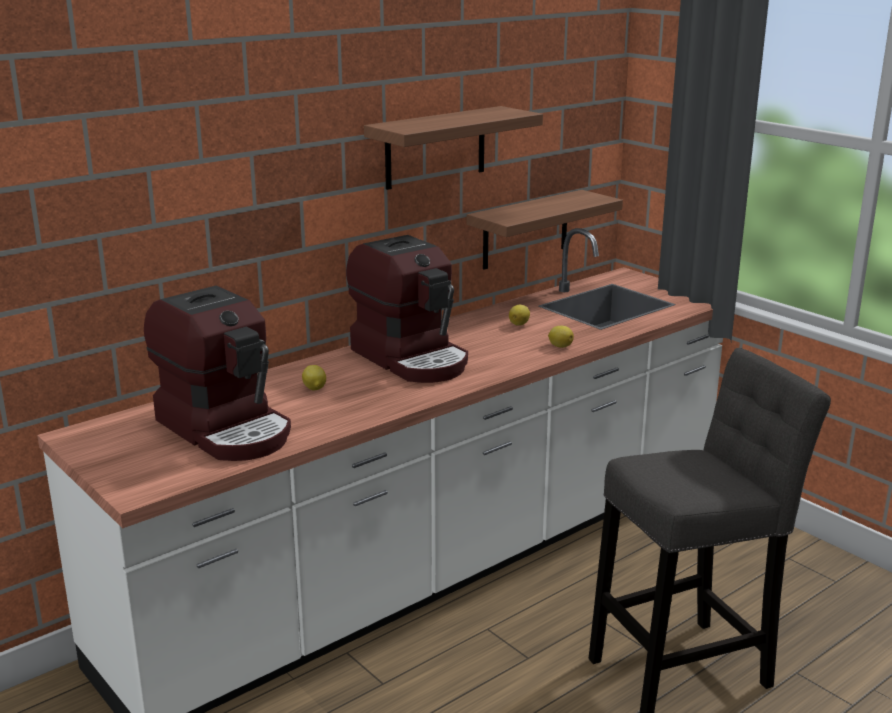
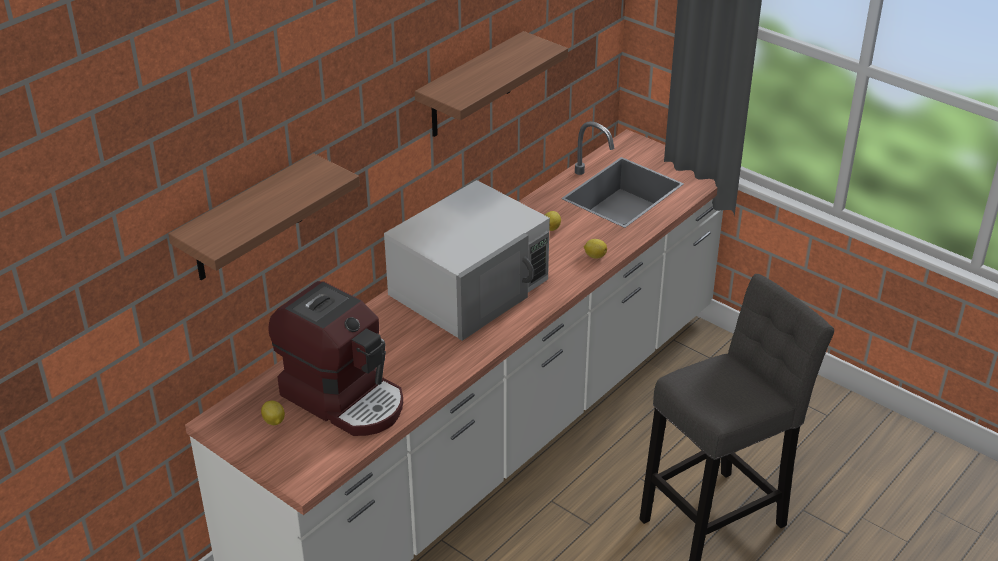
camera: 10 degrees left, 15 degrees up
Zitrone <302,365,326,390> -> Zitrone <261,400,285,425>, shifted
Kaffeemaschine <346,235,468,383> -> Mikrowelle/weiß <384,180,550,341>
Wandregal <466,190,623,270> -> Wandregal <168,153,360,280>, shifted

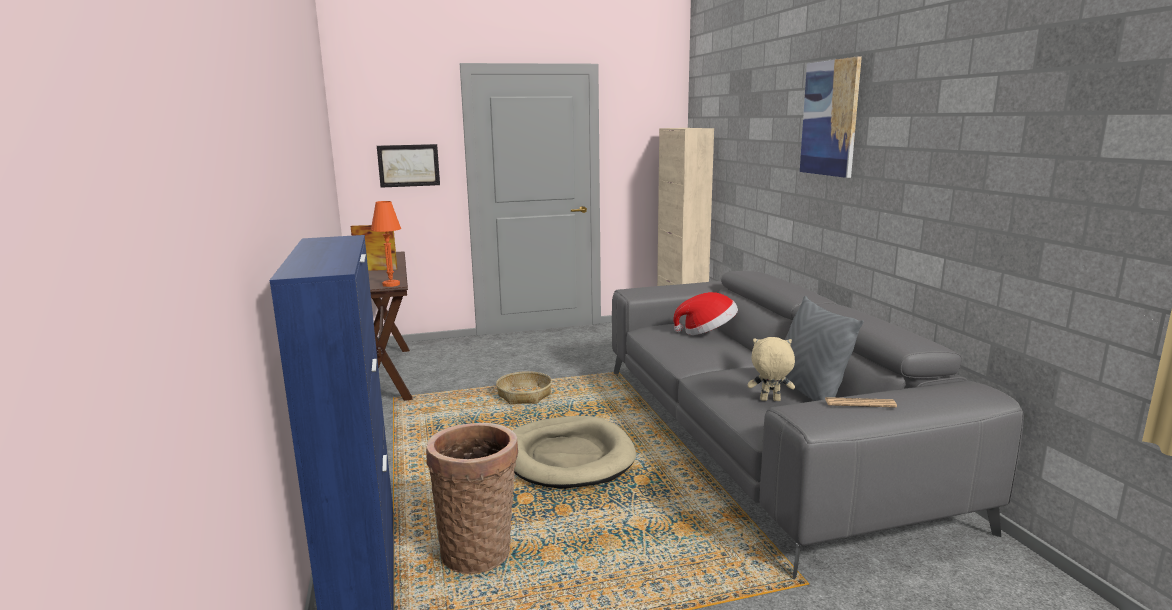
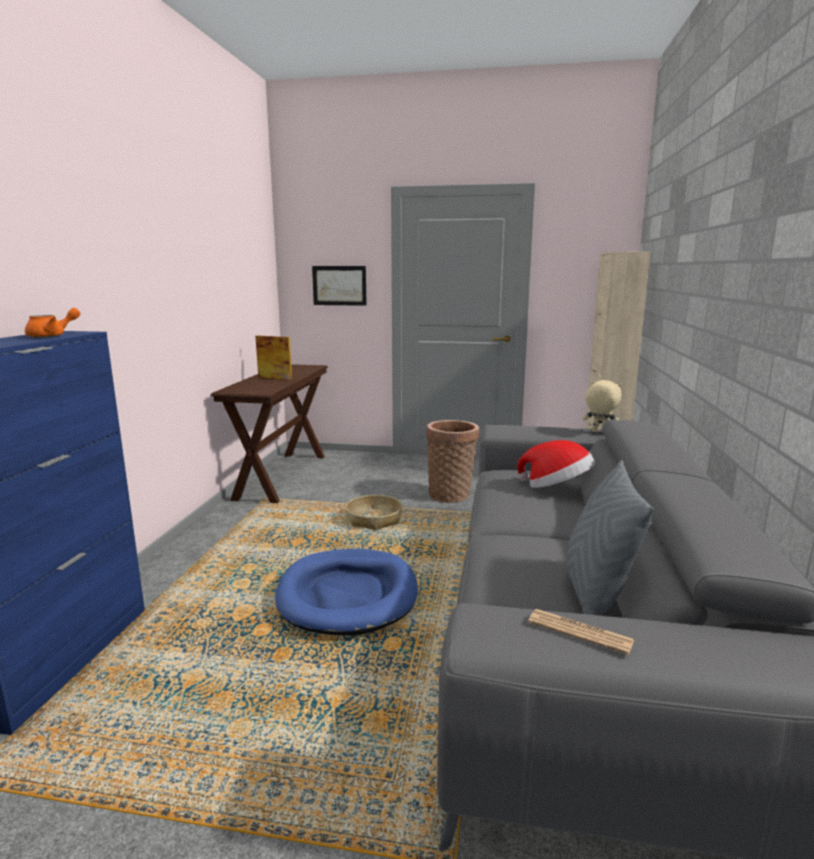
camera: 25 degrees right, 0 degrees up
Tischlampe/orange <371,201,401,287> -> none
Korb <426,423,518,574> -> Korb <426,420,479,503>, shifted
Hundebett/beige <513,416,636,489> -> Hundebett/blau <275,549,418,636>
Plüschtier/beige <747,337,795,401> -> Plüschtier/beige <582,380,622,432>, shifted
Bild <800,56,862,178> -> none
none -> Teekanne/orange <25,308,80,338>

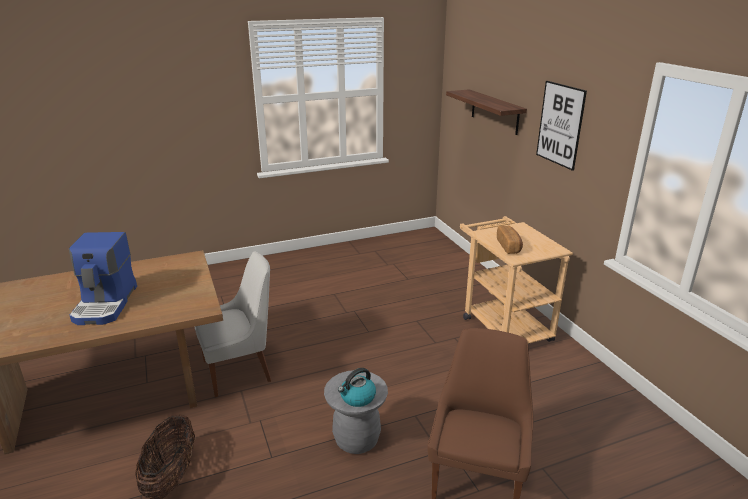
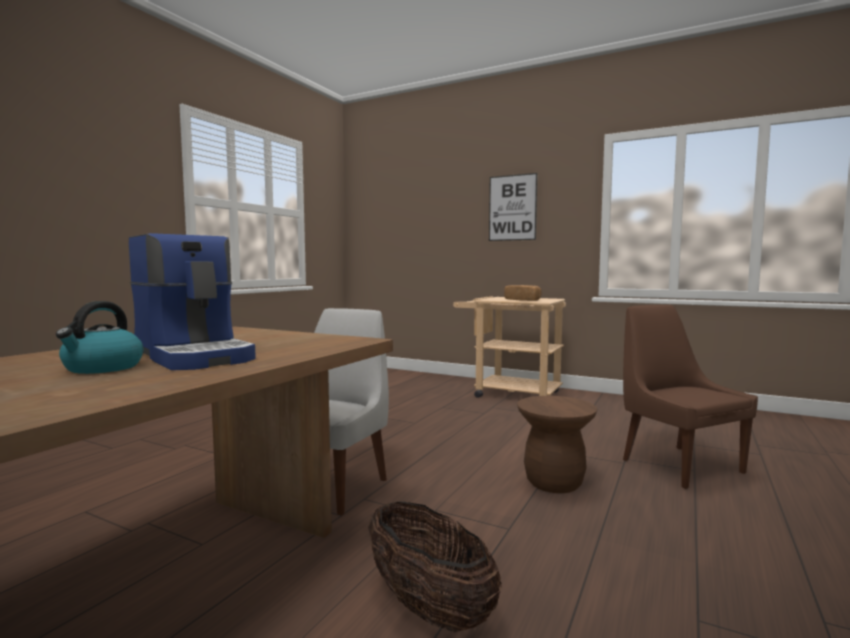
camera: 40 degrees left, 20 degrees down
Hocker/grau <324,370,388,454> -> Hocker/braun <517,396,597,493>
Wasserkessel <338,368,376,407> -> Wasserkessel <56,301,143,374>, shifted
Wandregal <446,89,527,135> -> none

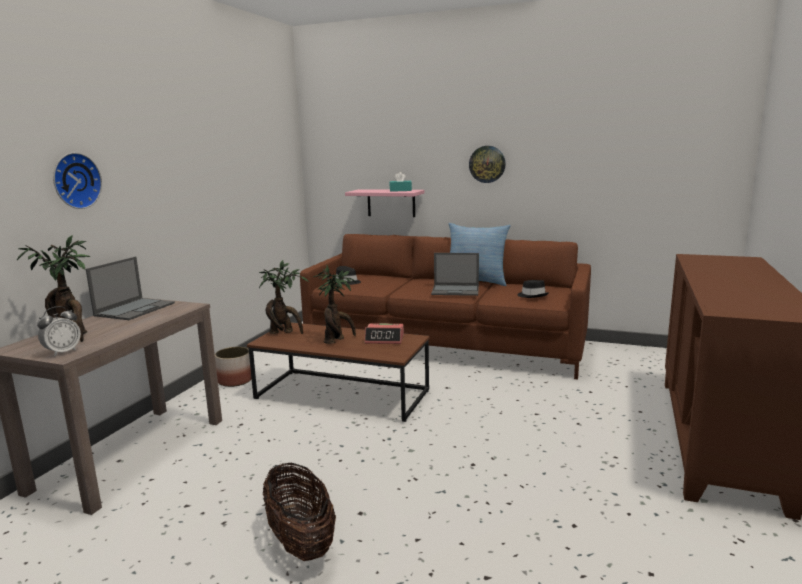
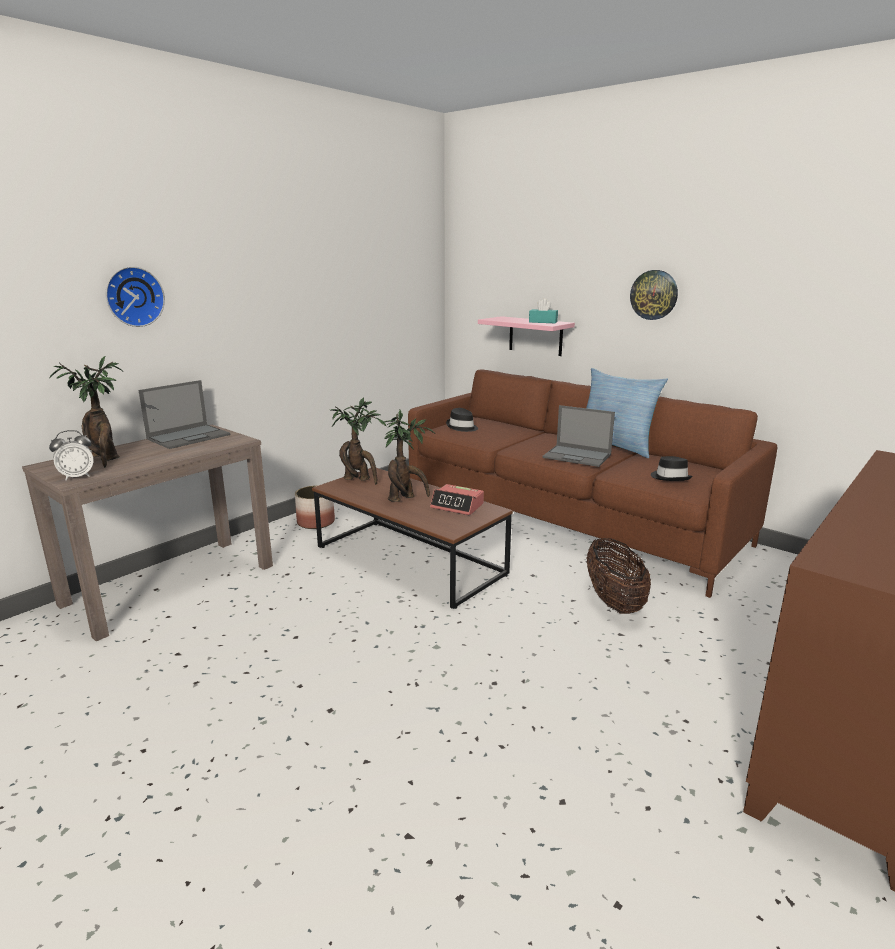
camera: 20 degrees right, 5 degrees up
Korb <263,463,336,561> -> Korb <586,538,651,614>, shifted

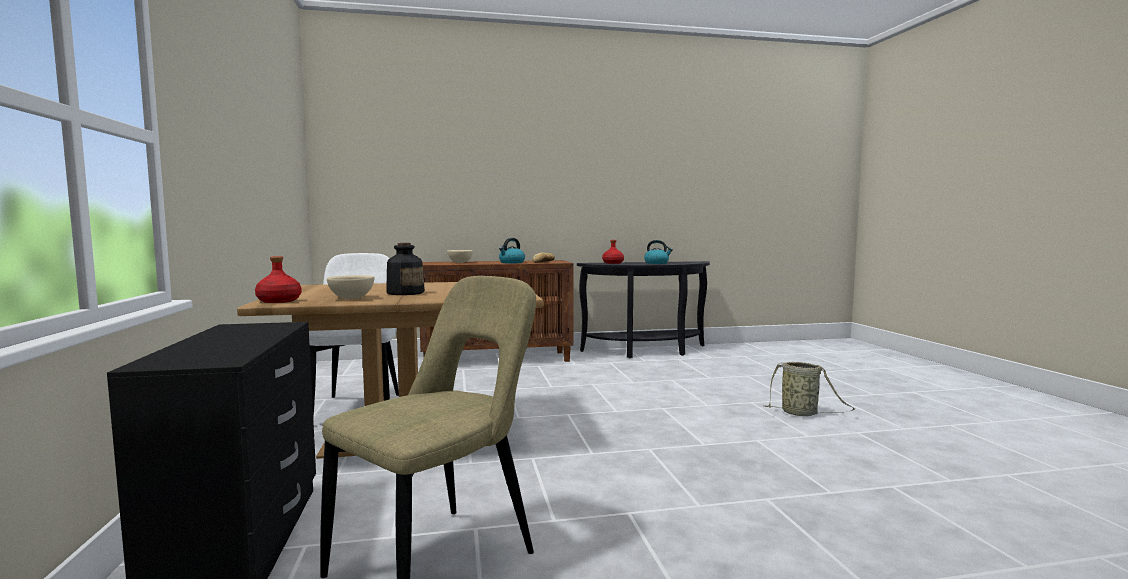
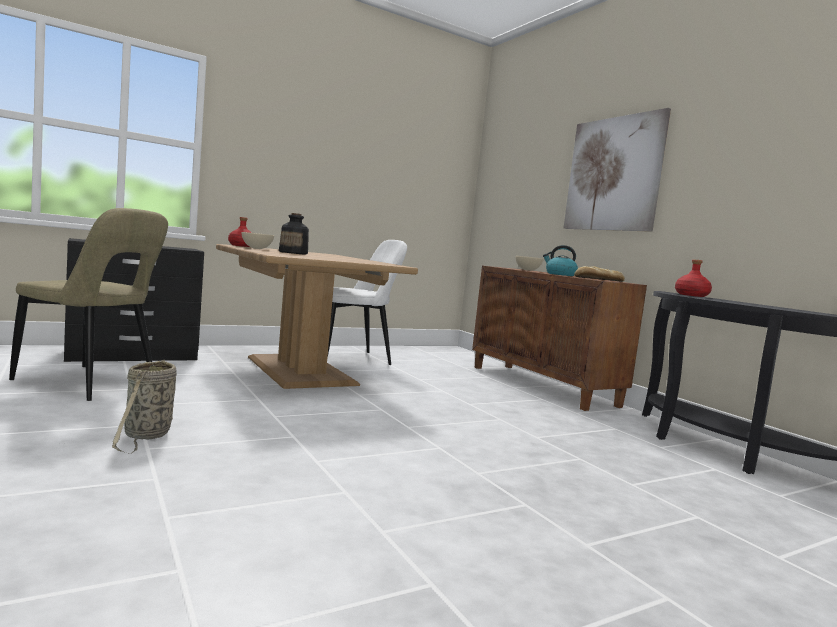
camera: 70 degrees right, 0 degrees up
Wasserkessel <644,240,672,264> -> none
Korb <766,362,855,416> -> Korb <112,359,177,453>, shifted
none -> Bild <563,108,671,232>

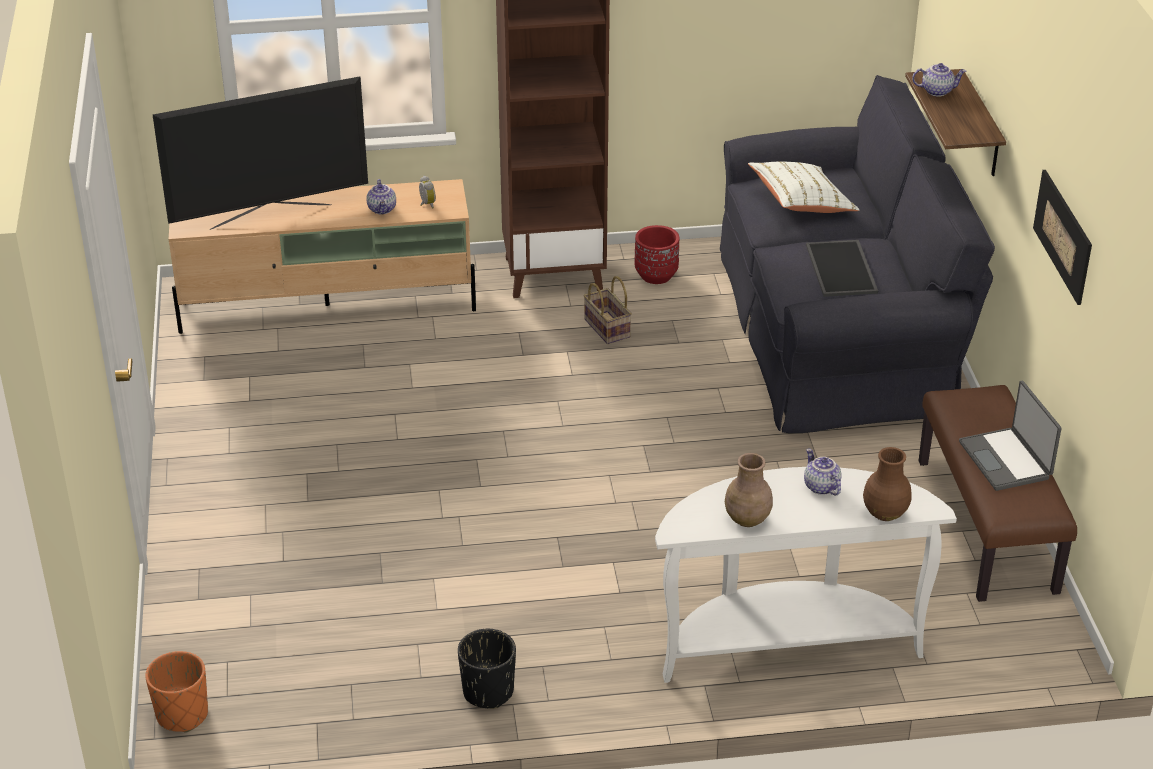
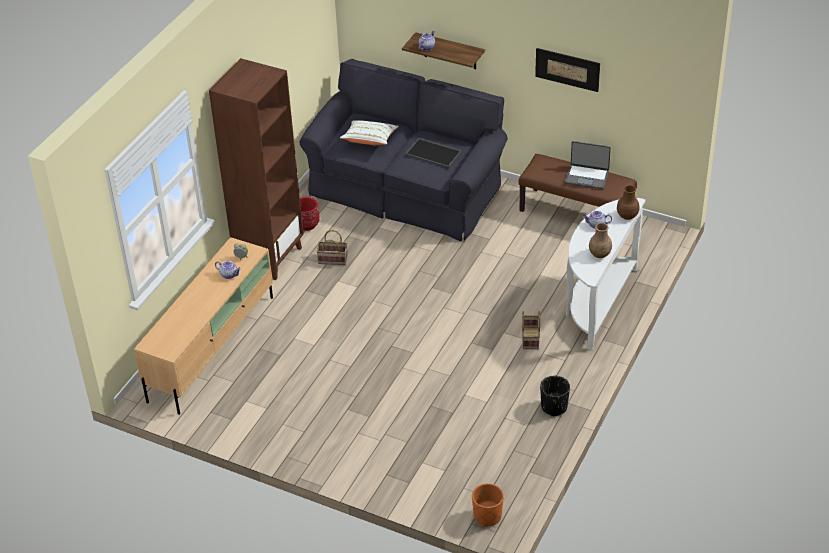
camera: 55 degrees left, 5 degrees up
Fernseher <153,76,368,230> -> none
none -> Korb <522,311,540,349>

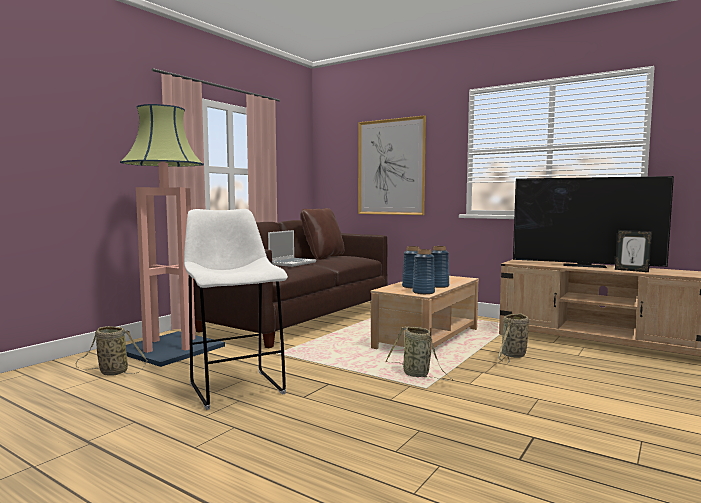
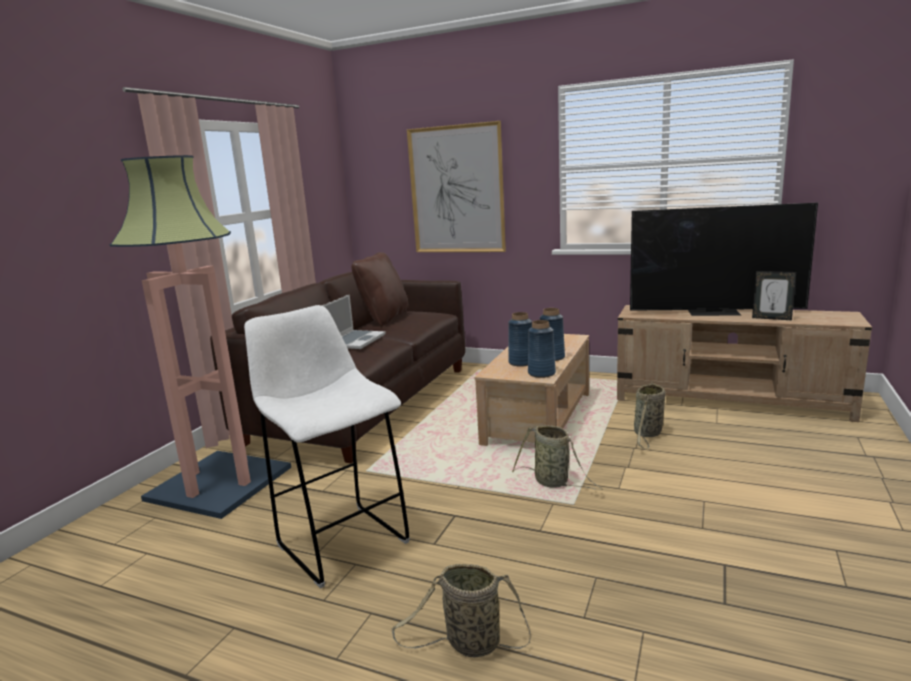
camera: 10 degrees left, 10 degrees up
Korb <76,326,147,375> -> Korb <392,564,531,657>, shifted

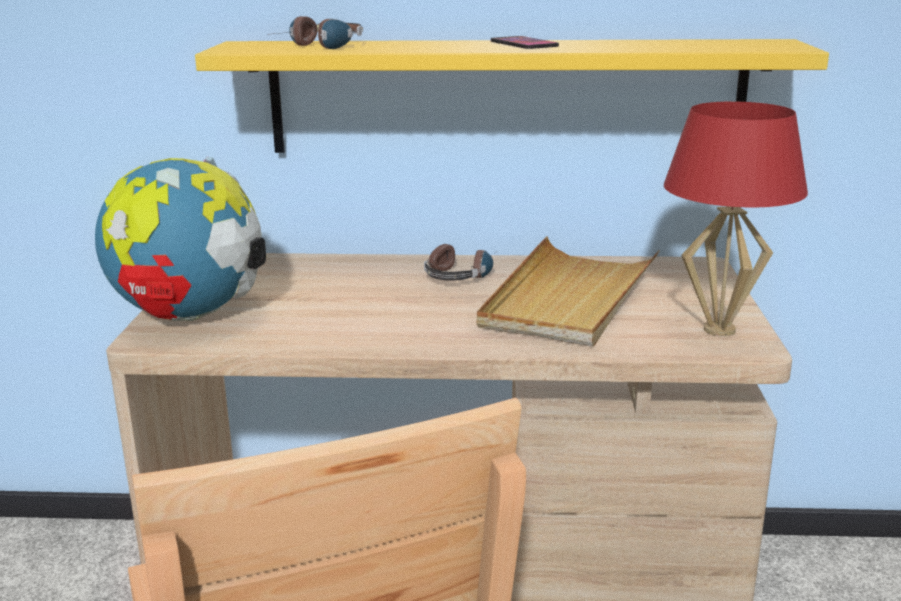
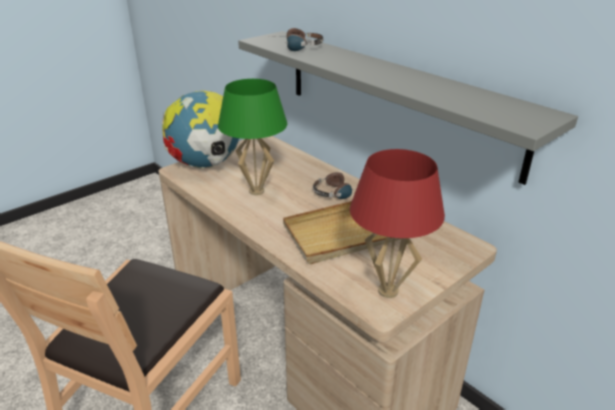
camera: 45 degrees right, 10 degrees up
Wandregal/gelb <195,39,829,153> -> Wandregal/grau <238,31,578,185>
Handy <491,36,559,49> -> none
none -> Tischlampe/grün <218,79,287,195>

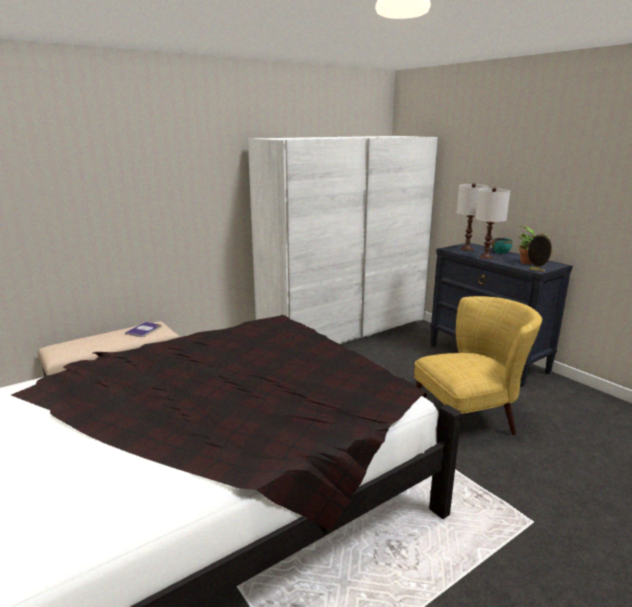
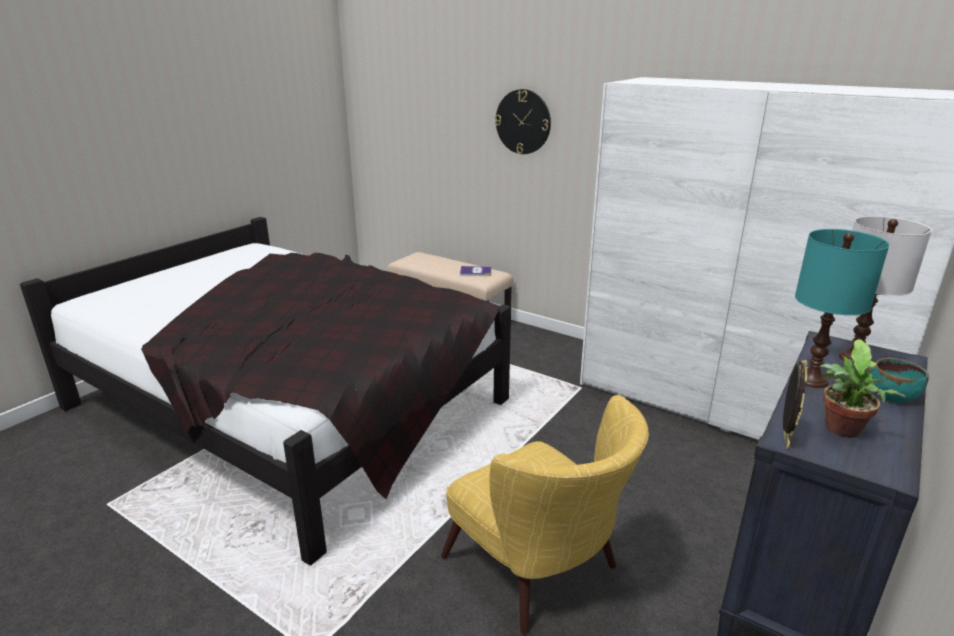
camera: 70 degrees right, 5 degrees up
Tischlampe/weiß <475,187,510,260> -> Tischlampe/türkis <795,229,889,388>
none -> Wanduhr <495,89,551,154>

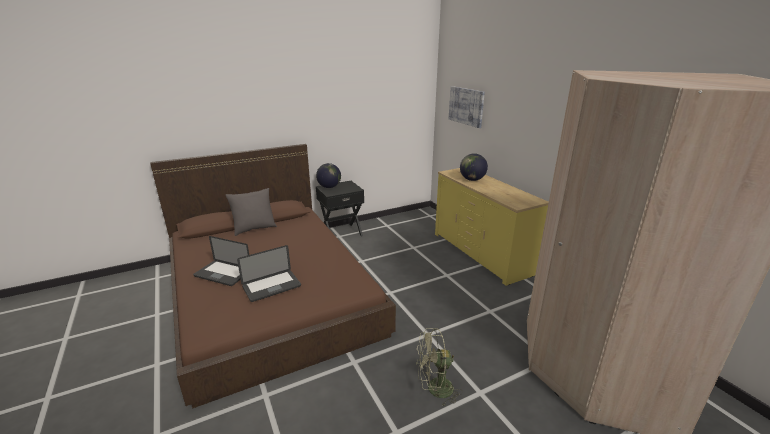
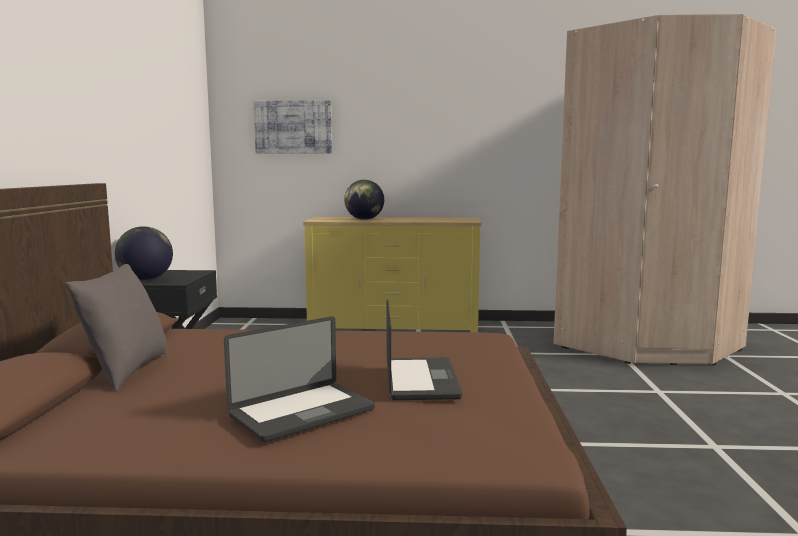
camera: 60 degrees left, 15 degrees down
Ventilator/grün <416,328,463,407> -> none

